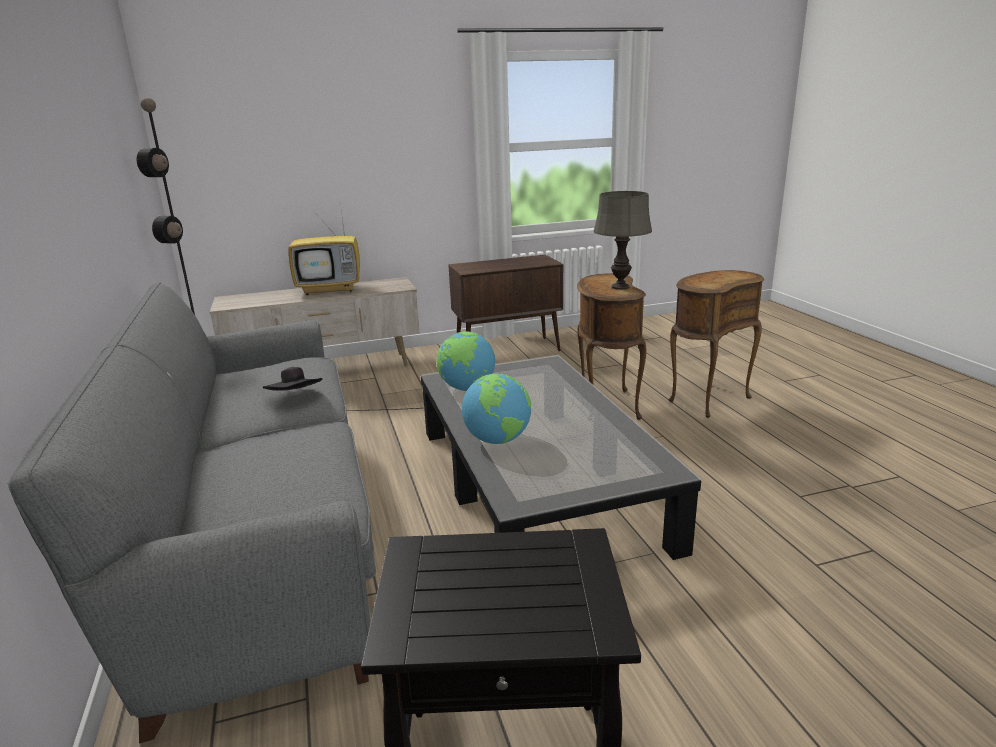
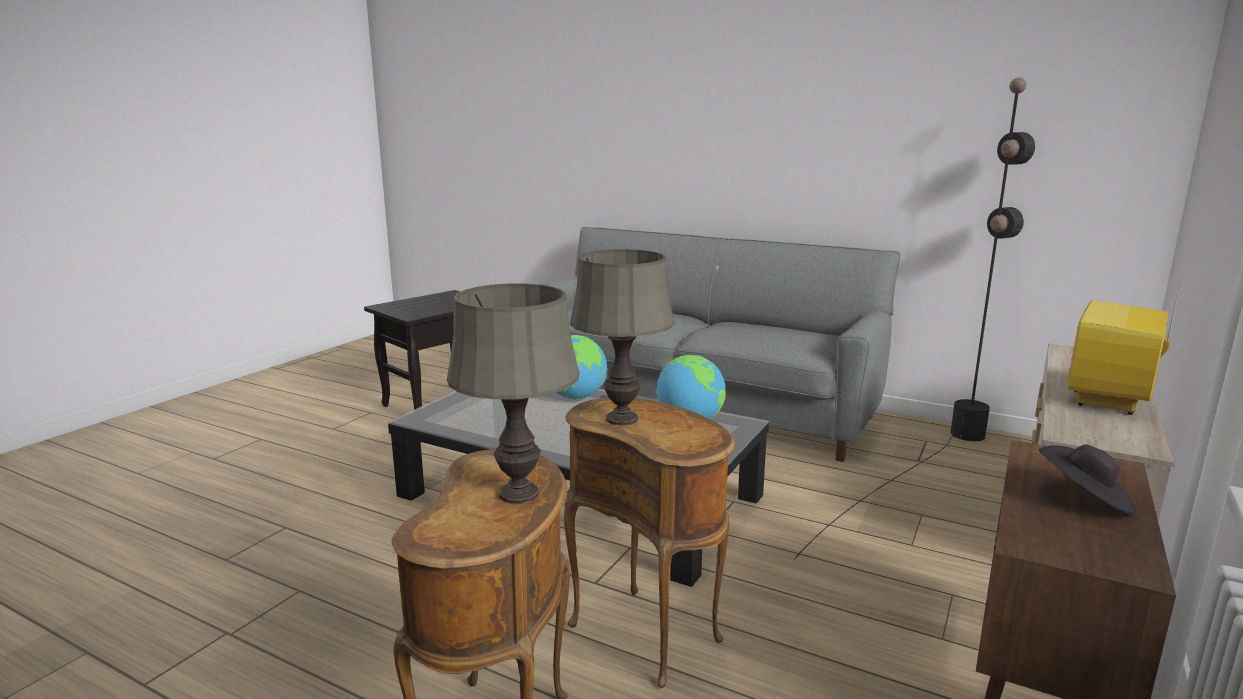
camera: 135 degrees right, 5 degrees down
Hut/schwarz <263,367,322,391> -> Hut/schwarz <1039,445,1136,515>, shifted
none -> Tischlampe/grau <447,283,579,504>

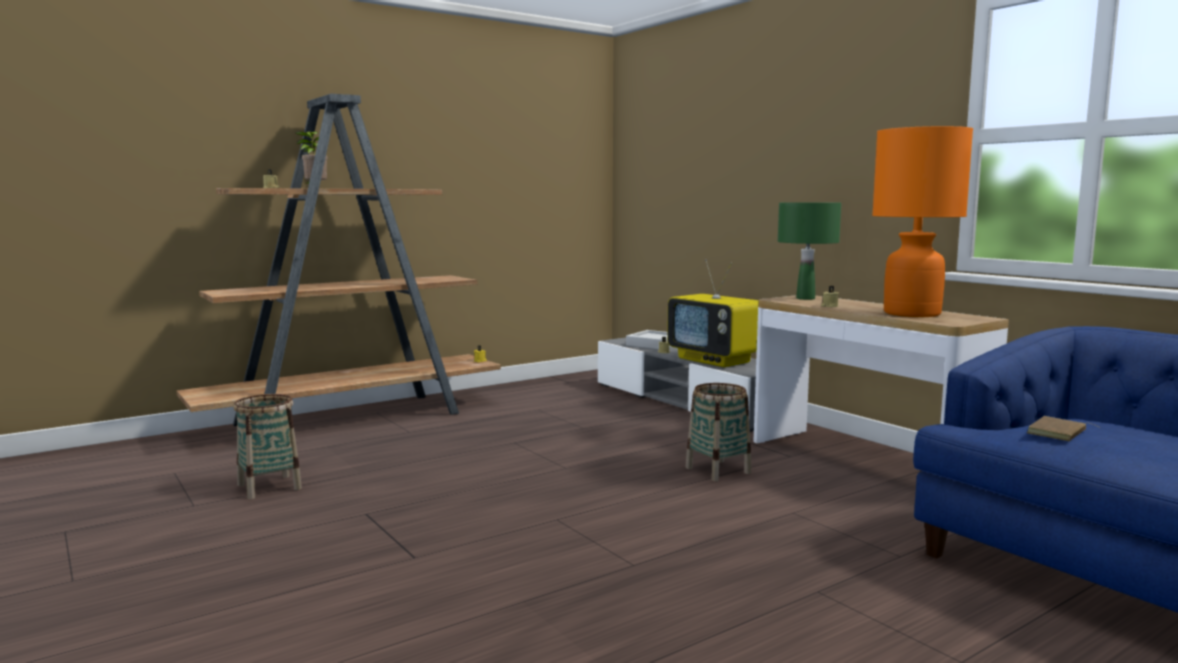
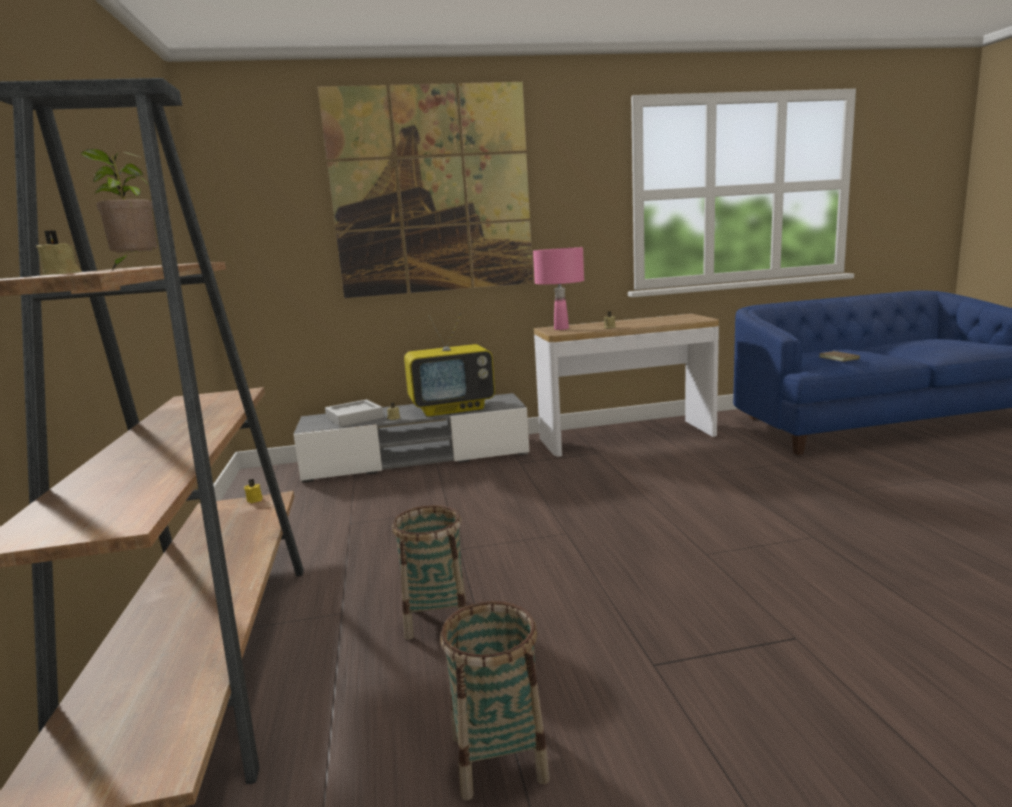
camera: 65 degrees left, 5 degrees up
Korb <685,383,751,481> -> Korb <392,505,466,640>, shifted
Tischlampe/grün <778,202,841,300> -> Tischlampe/rosa <533,247,584,330>
Tischlampe/orange <872,126,973,317> -> none
none -> Bild <318,82,533,298>

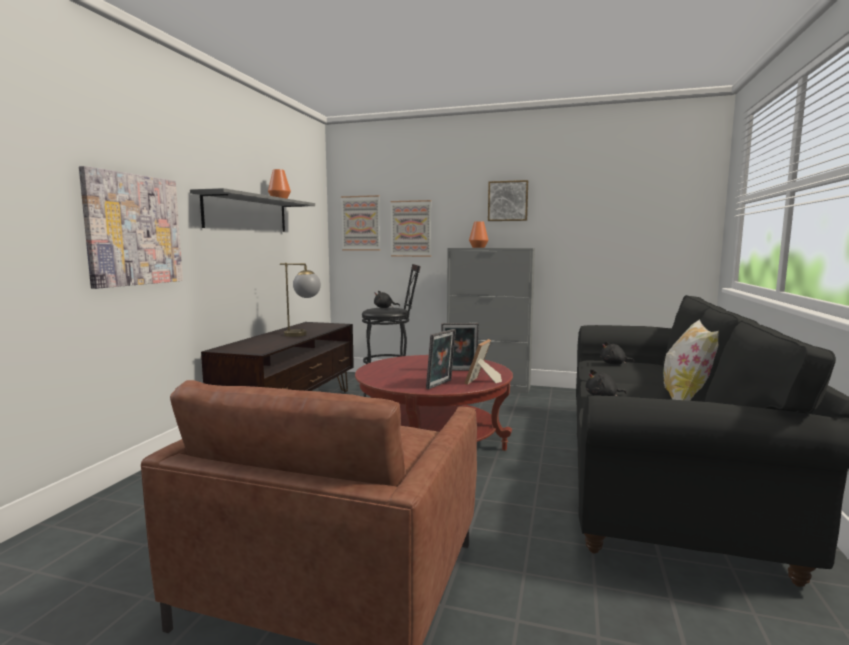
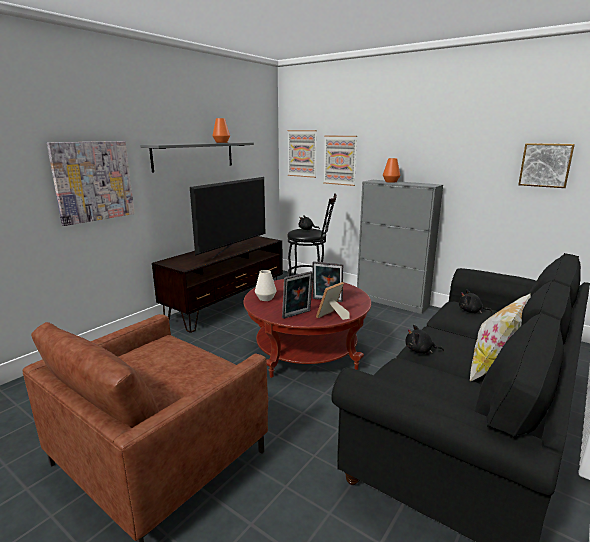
camera: 20 degrees right, 10 degrees up
Tischlampe <280,263,321,337> -> Fernseher <190,177,265,259>
Bild <488,180,528,221> -> Bild <518,143,575,188>, shifted
none -> Vase/weiß <255,270,277,301>

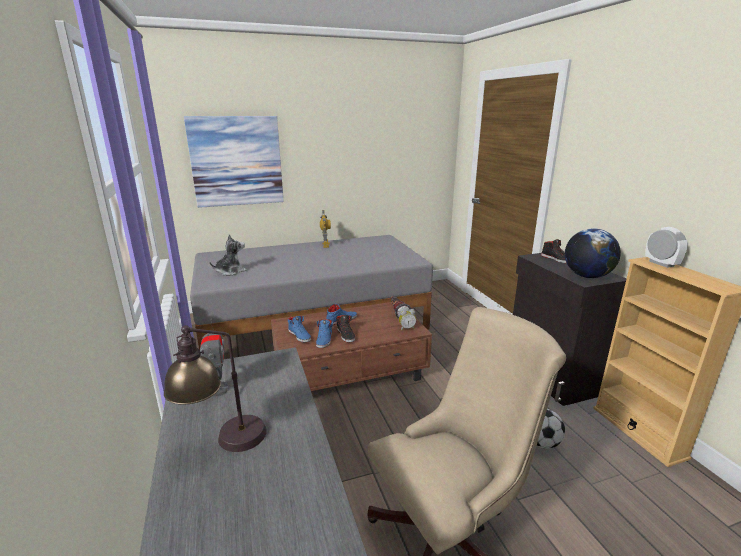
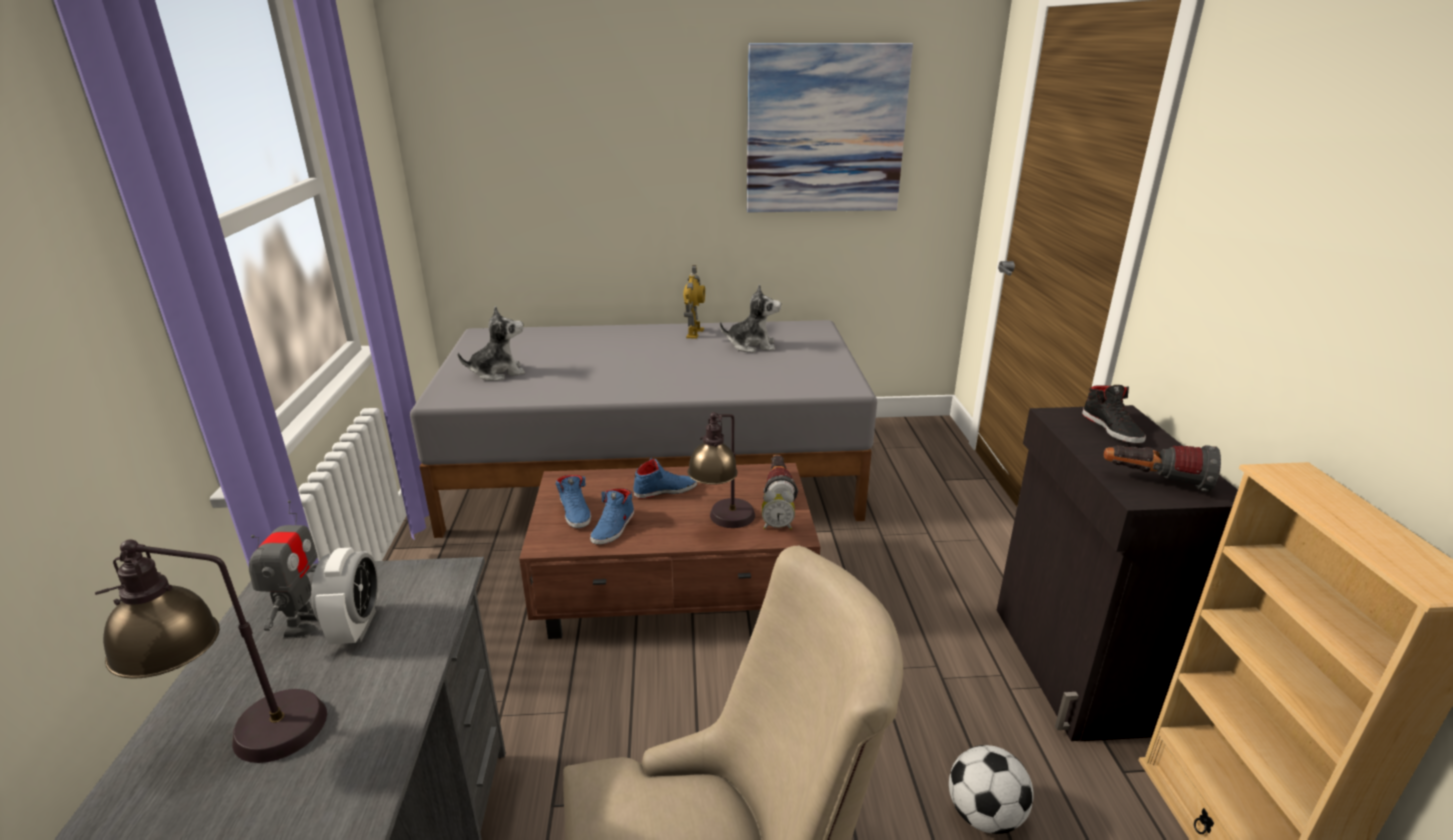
camera: 15 degrees right, 5 degrees up
Bild <184,116,284,208> -> Bild <747,43,913,213>, shifted
Schuh/schwarz <336,315,355,342> -> none
Globus <565,228,621,278> -> Taschenlampe <1104,445,1221,492>
Wecker <645,227,688,268> -> Wecker <311,548,379,644>, shifted
none -> Tischlampe <688,412,755,528>
none -> Plüschtier <720,284,781,353>

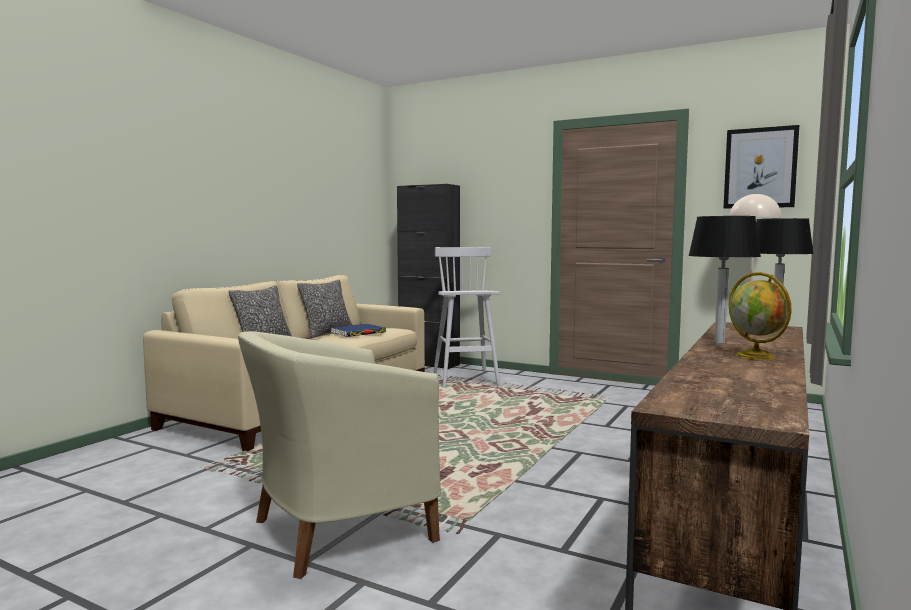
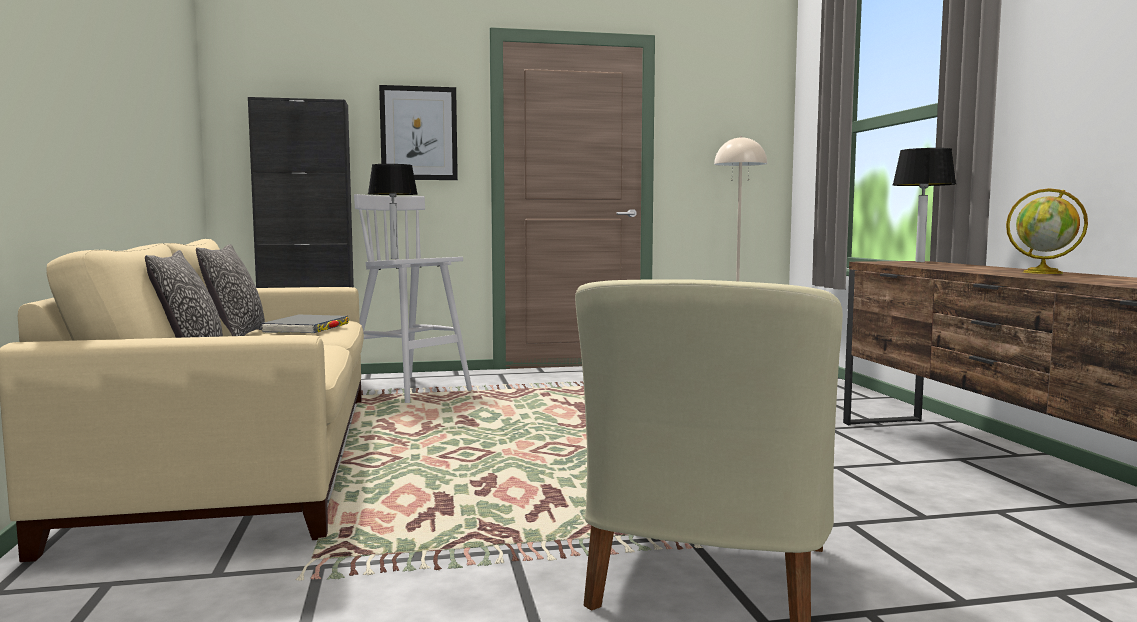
camera: 40 degrees left, 0 degrees up
Buch/blau <331,324,386,337> -> Buch/grau <261,315,349,333>
Tischlampe <688,216,761,344> -> Tischlampe <368,164,418,259>, shifted
Bild <724,125,799,208> -> Bild <379,85,458,180>, shifted

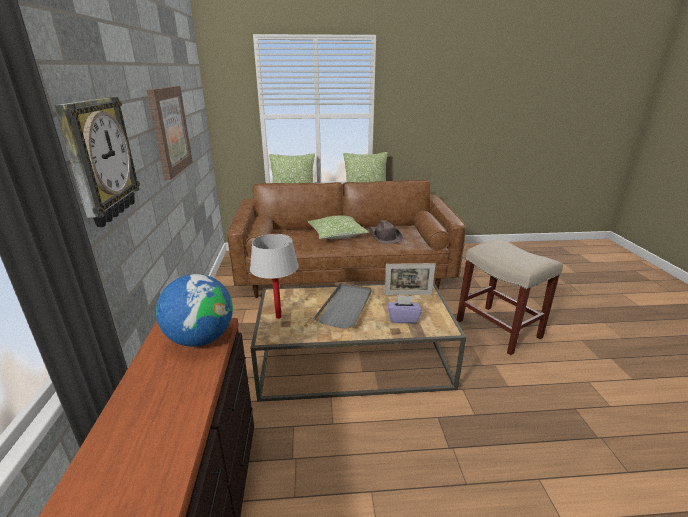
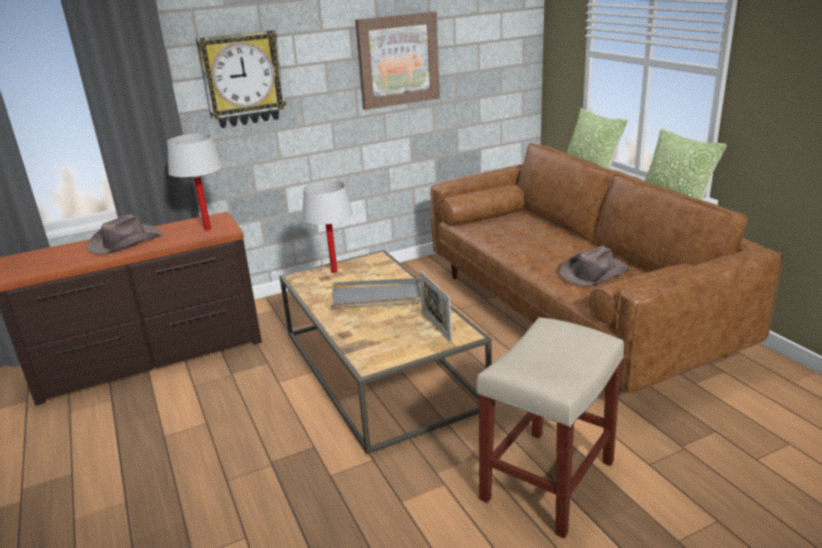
camera: 70 degrees right, 0 degrees up
Globus <156,274,233,347> -> Tischlampe/weiß <167,133,223,231>
Kissen <308,216,369,239> -> none
Taschentuchbox/lila <388,296,422,324> -> none
none -> Hut/braun <87,214,163,254>

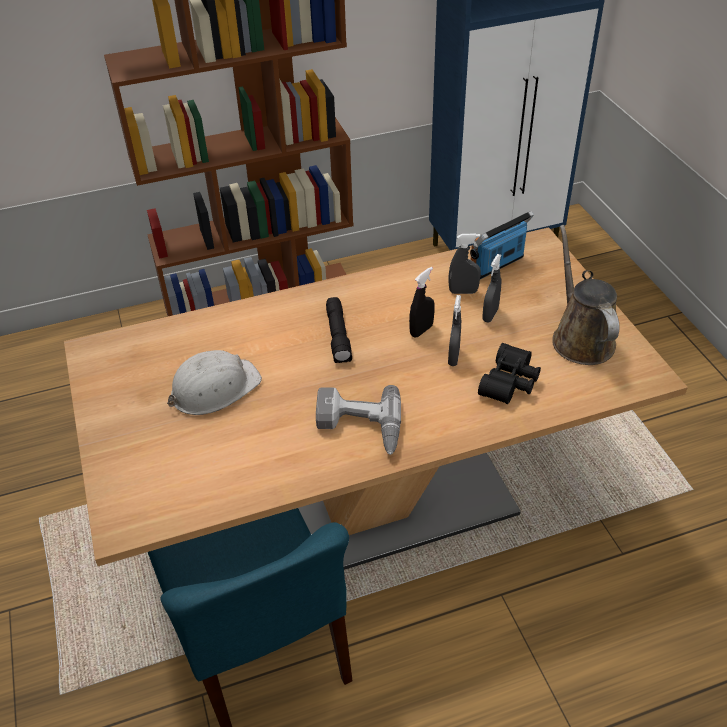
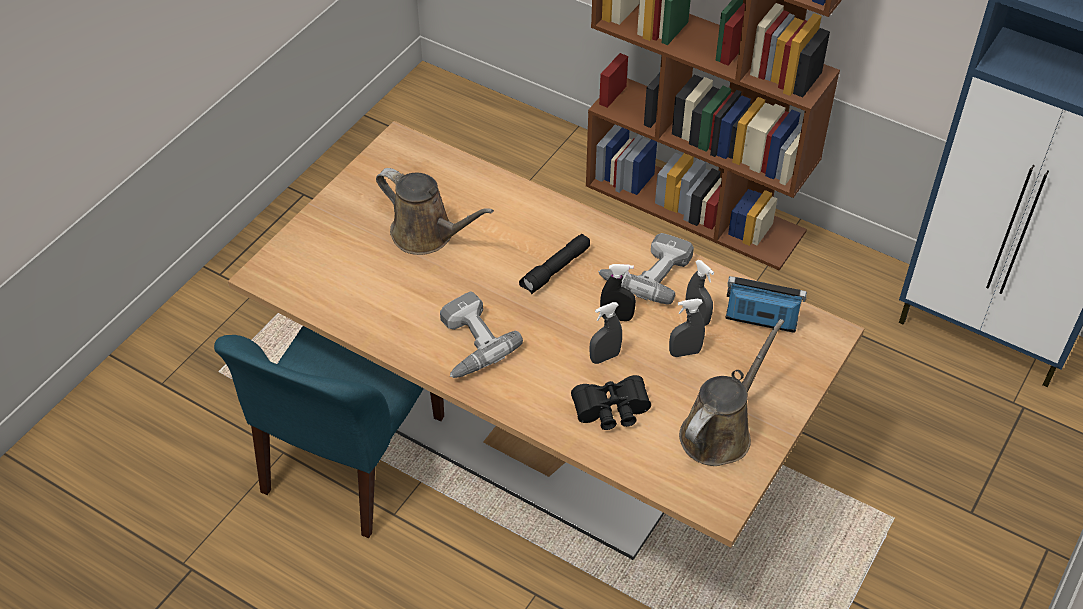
camera: 50 degrees right, 5 degrees up
Schutzhelm/weiß <168,350,262,415> -> Gießkanne/braun <376,168,494,255>
none -> Bohrmaschine <598,233,694,305>

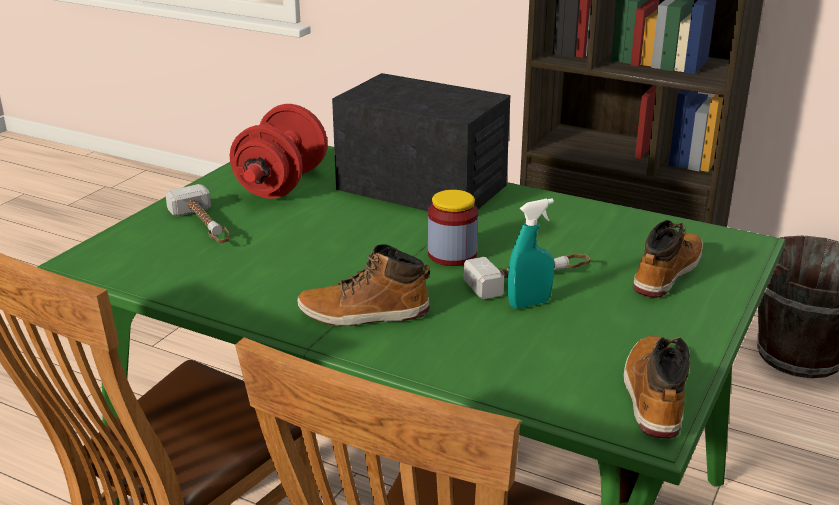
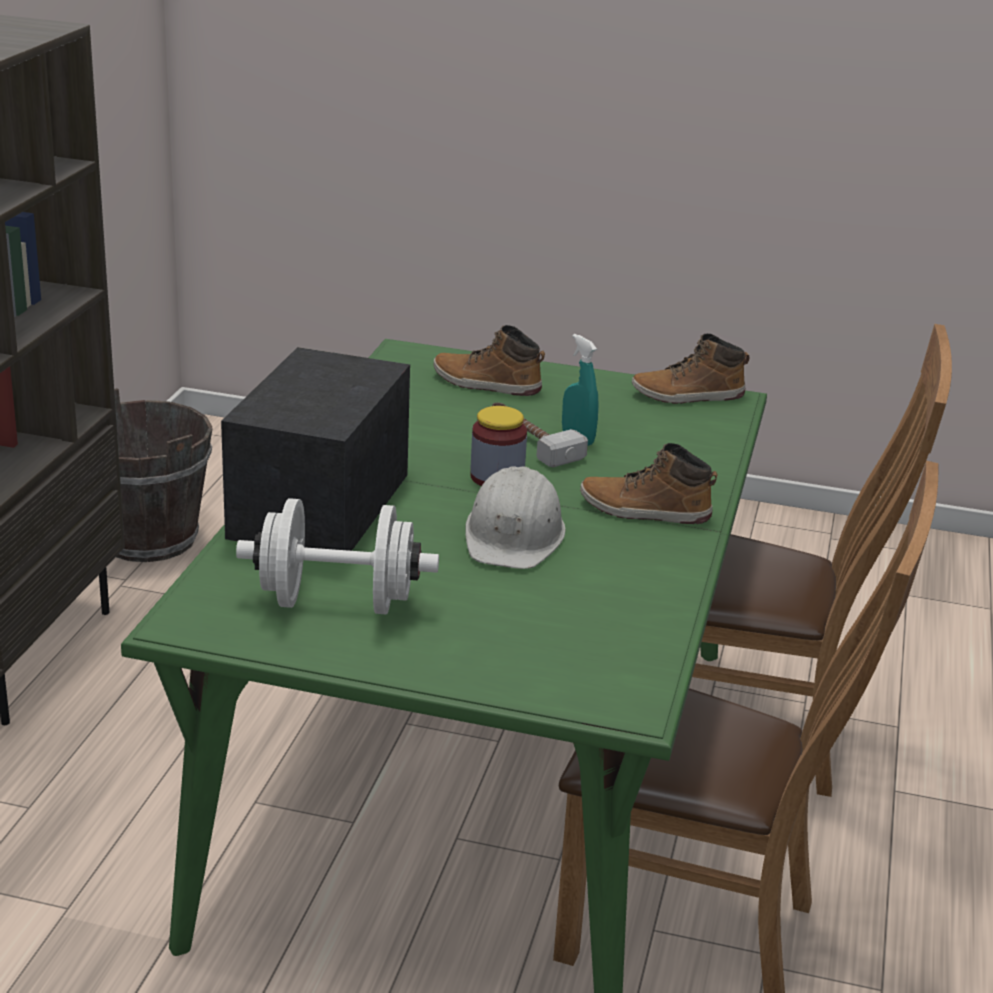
camera: 105 degrees left, 0 degrees up
Hammer <165,184,230,243> -> none
Hantel/rot <230,104,327,199> -> Hantel/weiß <236,498,439,615>
Stiefel <297,244,430,326> -> Stiefel <580,443,718,524>, 120 degrees clockwise
none -> Schutzhelm/weiß <465,466,566,569>

